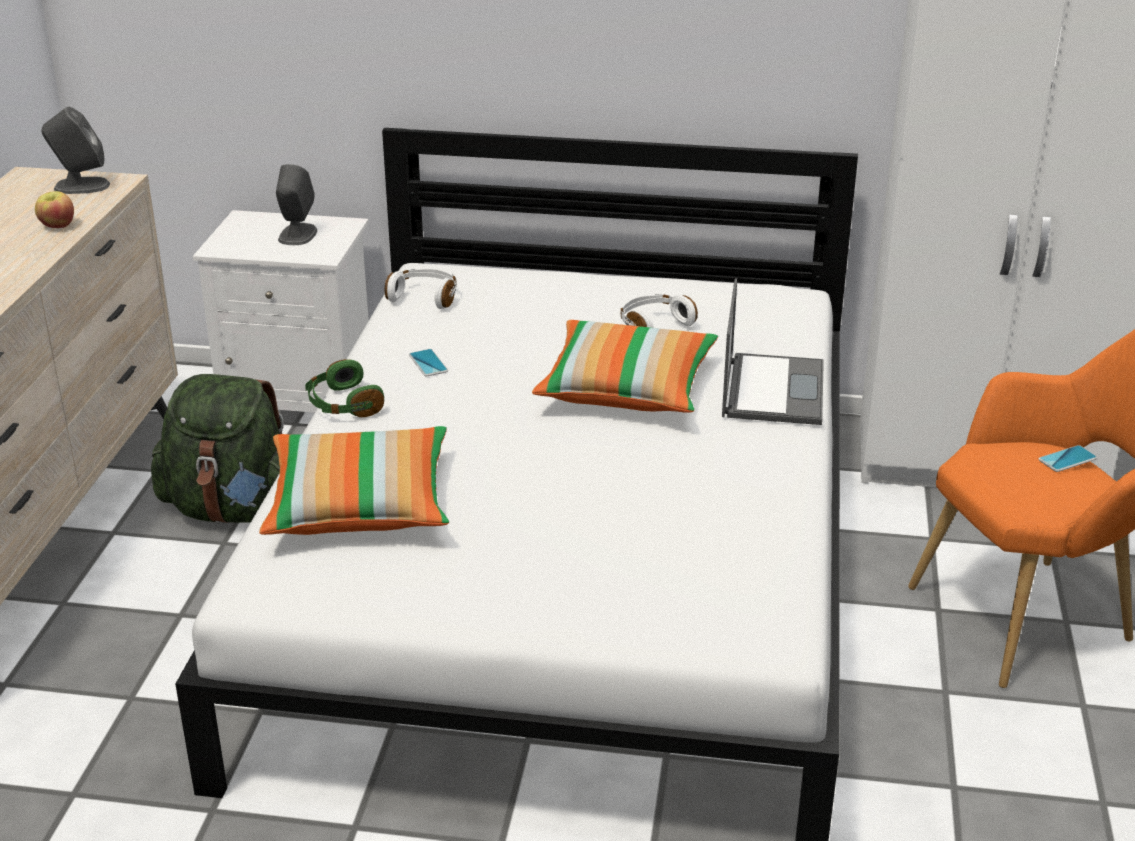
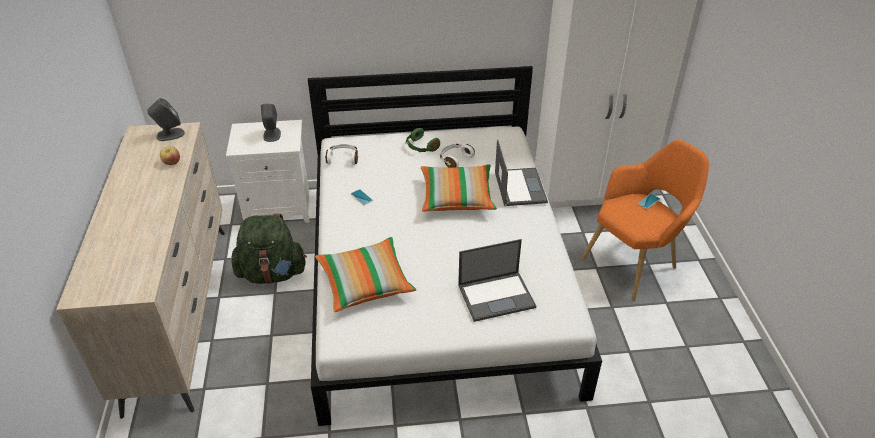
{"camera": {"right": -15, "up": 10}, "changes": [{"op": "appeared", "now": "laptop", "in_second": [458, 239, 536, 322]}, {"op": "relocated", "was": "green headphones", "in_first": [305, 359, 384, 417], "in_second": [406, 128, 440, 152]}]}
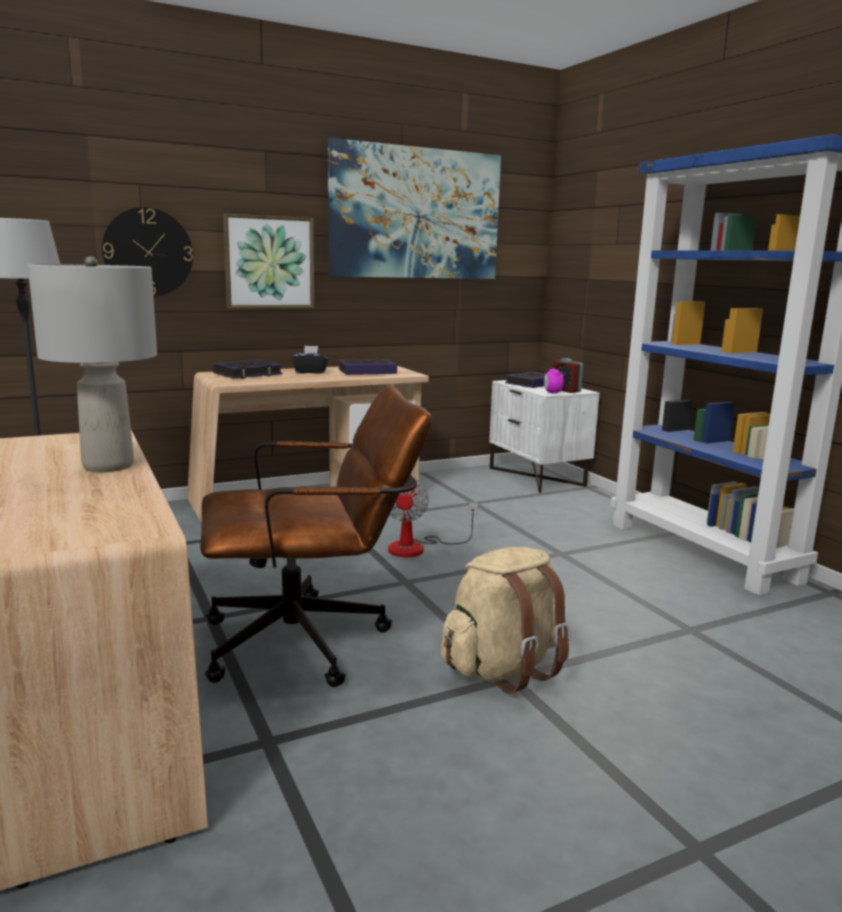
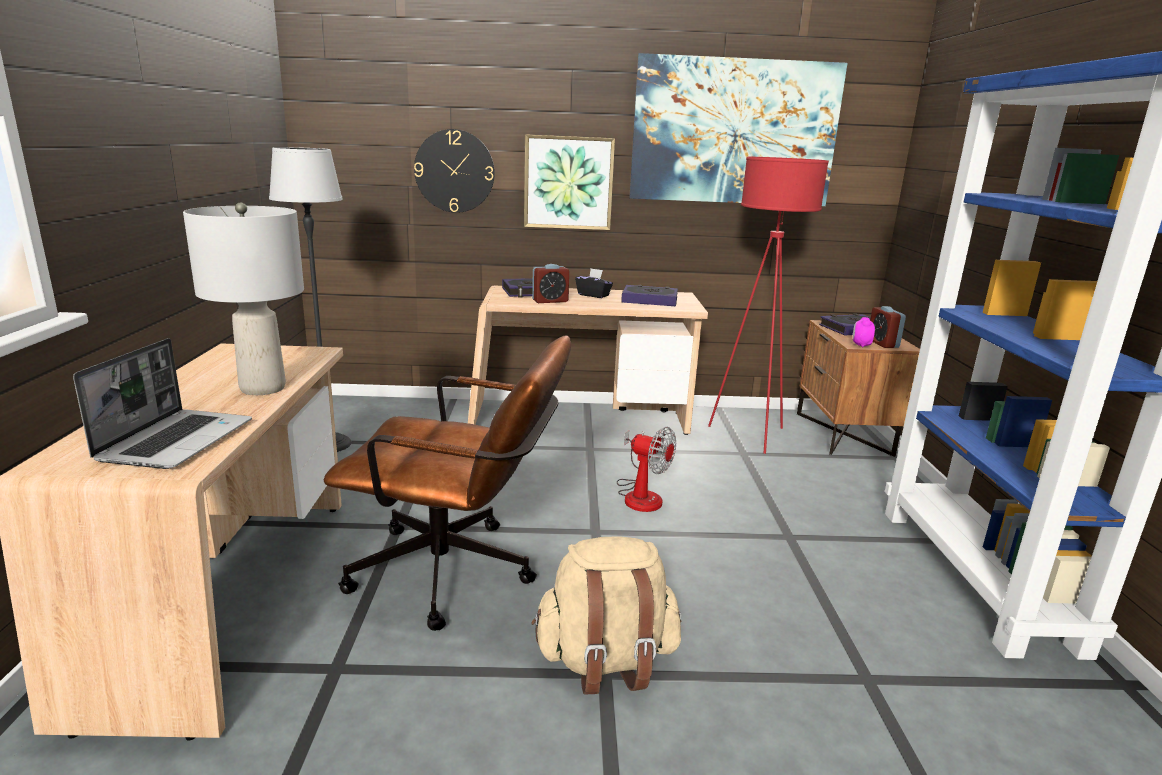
{"camera": {"right": 25, "up": 5}, "changes": [{"op": "appeared", "now": "laptop", "in_second": [73, 338, 252, 469]}, {"op": "appeared", "now": "alarm clock", "in_second": [532, 264, 569, 303]}, {"op": "appeared", "now": "red floor lamp", "in_second": [708, 157, 829, 454]}, {"op": "colour", "was": "white nightstand", "now": "brown nightstand", "in_first": [489, 380, 599, 493], "in_second": [797, 320, 920, 457]}, {"op": "spun", "was": "fan", "in_first": [388, 480, 478, 557], "in_second": [617, 427, 676, 512], "clockwise": -90}]}
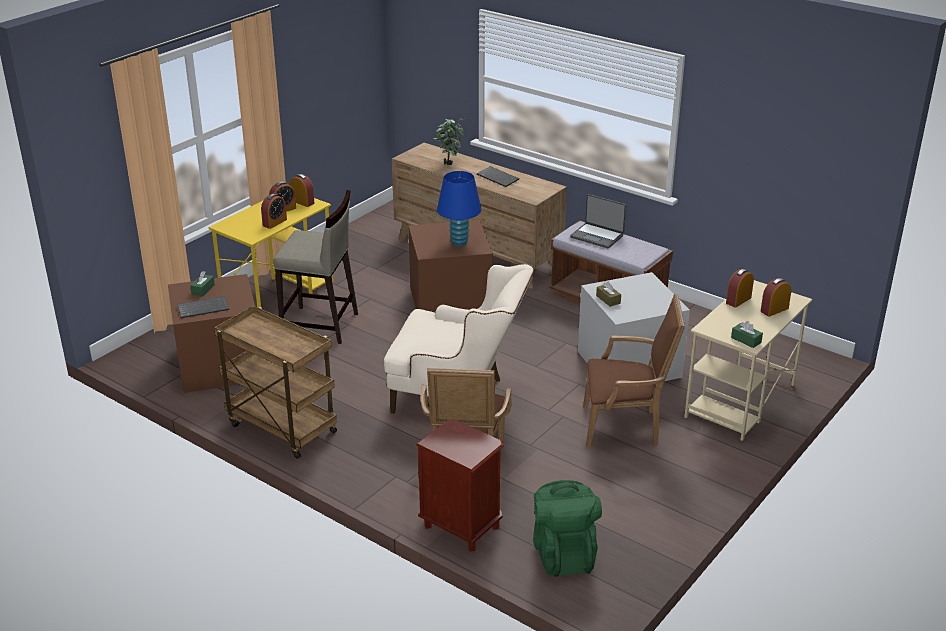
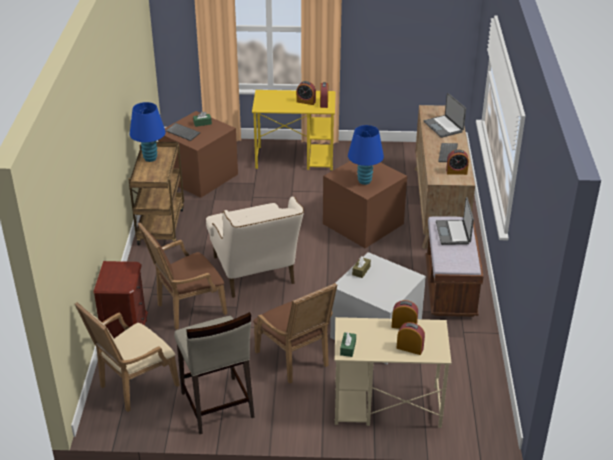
{"camera": {"right": 55, "up": 5}, "changes": [{"op": "appeared", "now": "blue table lamp", "in_second": [130, 102, 166, 162]}, {"op": "relocated", "was": "alarm clock", "in_first": [261, 194, 287, 229], "in_second": [446, 149, 469, 175]}, {"op": "relocated", "was": "beige stool", "in_first": [273, 190, 358, 344], "in_second": [174, 312, 255, 434]}, {"op": "exchanged", "was": "potted plant", "now": "laptop", "in_first": [433, 119, 464, 165], "in_second": [424, 93, 466, 138]}, {"op": "exchanged", "was": "green backpack", "now": "beige armchair", "in_first": [533, 480, 602, 577], "in_second": [75, 302, 180, 412]}]}
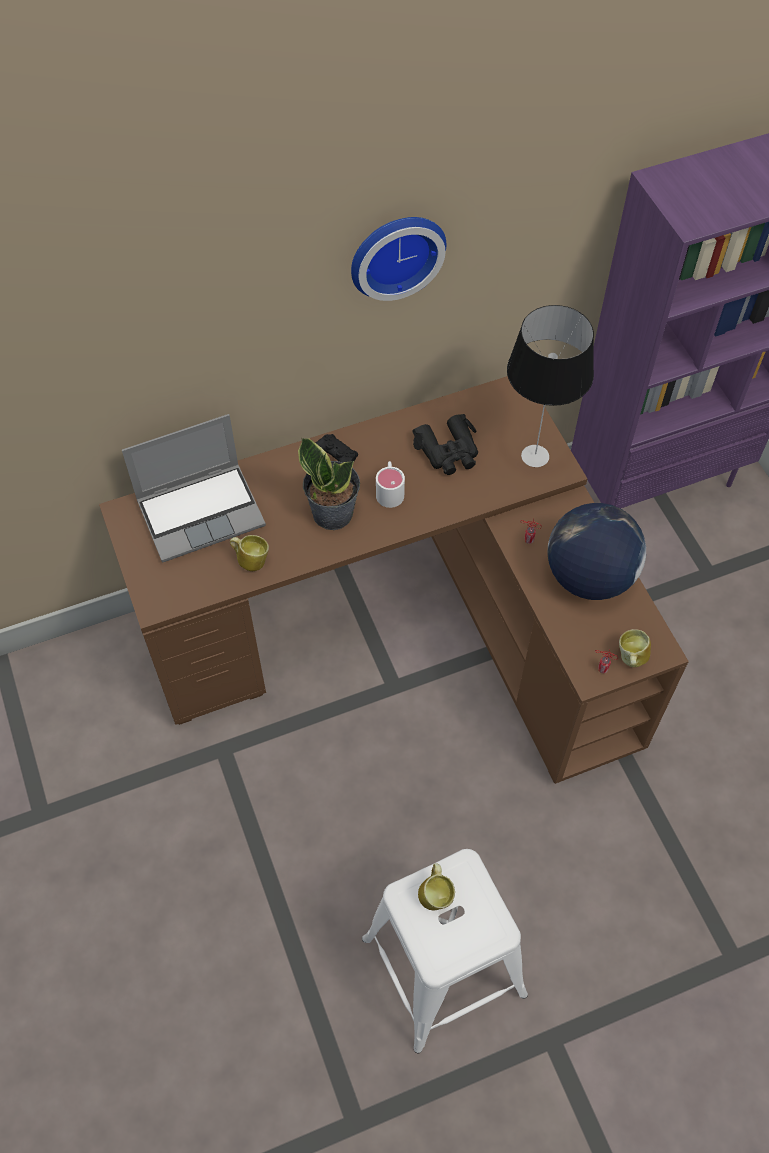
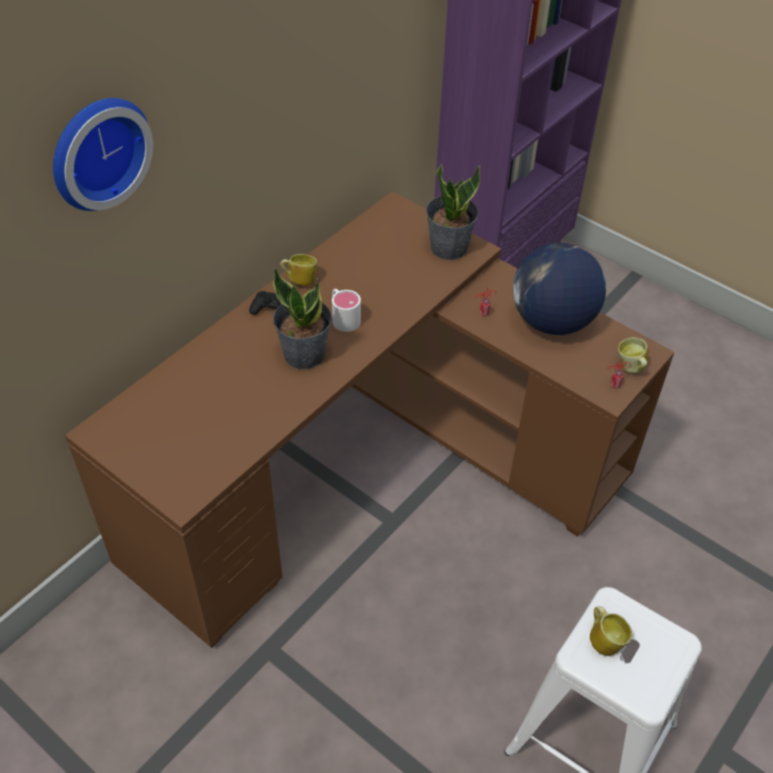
{"camera": {"right": -30, "up": -10}, "changes": [{"op": "missing", "was": "laptop", "in_first": [122, 414, 266, 563]}, {"op": "missing", "was": "black binoculars", "in_first": [412, 414, 478, 475]}, {"op": "relocated", "was": "mug", "in_first": [230, 535, 269, 571], "in_second": [280, 254, 317, 286]}, {"op": "relocated", "was": "wall clock", "in_first": [351, 217, 447, 301], "in_second": [53, 98, 153, 211]}, {"op": "exchanged", "was": "table lamp", "now": "potted plant", "in_first": [507, 305, 594, 467], "in_second": [426, 164, 481, 260]}]}
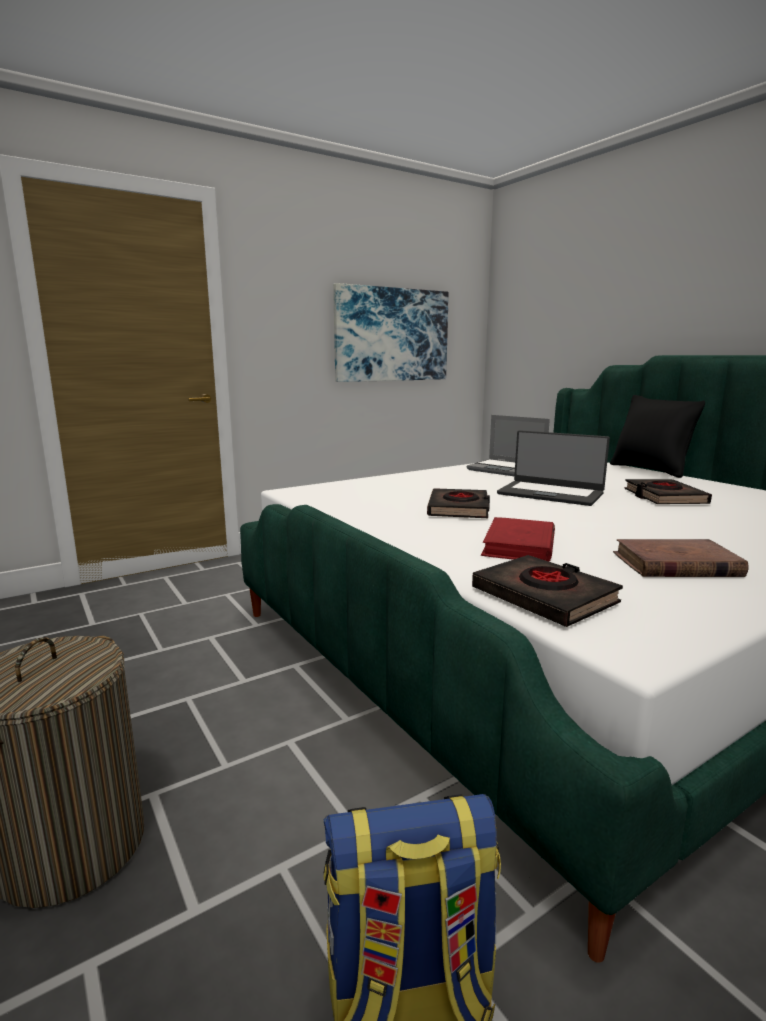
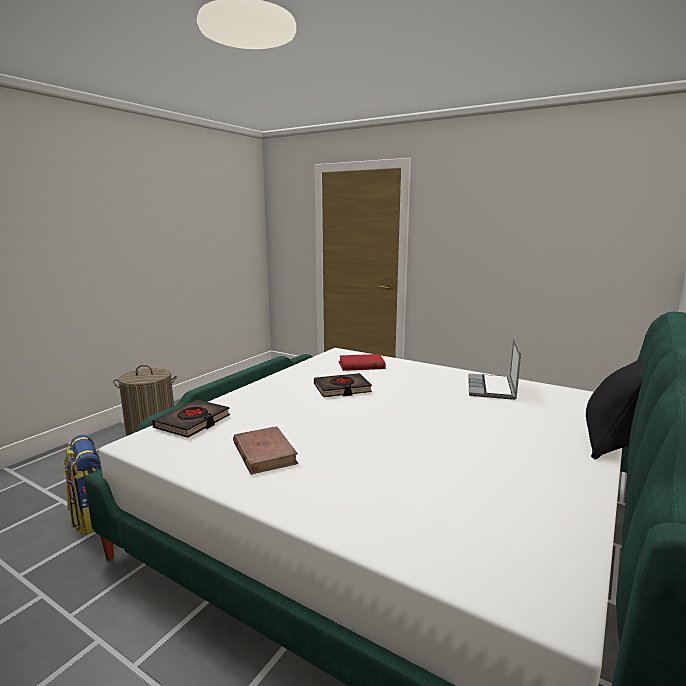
{"camera": {"right": 65, "up": 0}, "changes": [{"op": "missing", "was": "picture", "in_first": [333, 283, 449, 382]}, {"op": "missing", "was": "laptop", "in_first": [497, 430, 610, 506]}, {"op": "missing", "was": "black book", "in_first": [624, 479, 712, 504]}, {"op": "relocated", "was": "red book", "in_first": [481, 517, 555, 562], "in_second": [339, 354, 386, 371]}]}
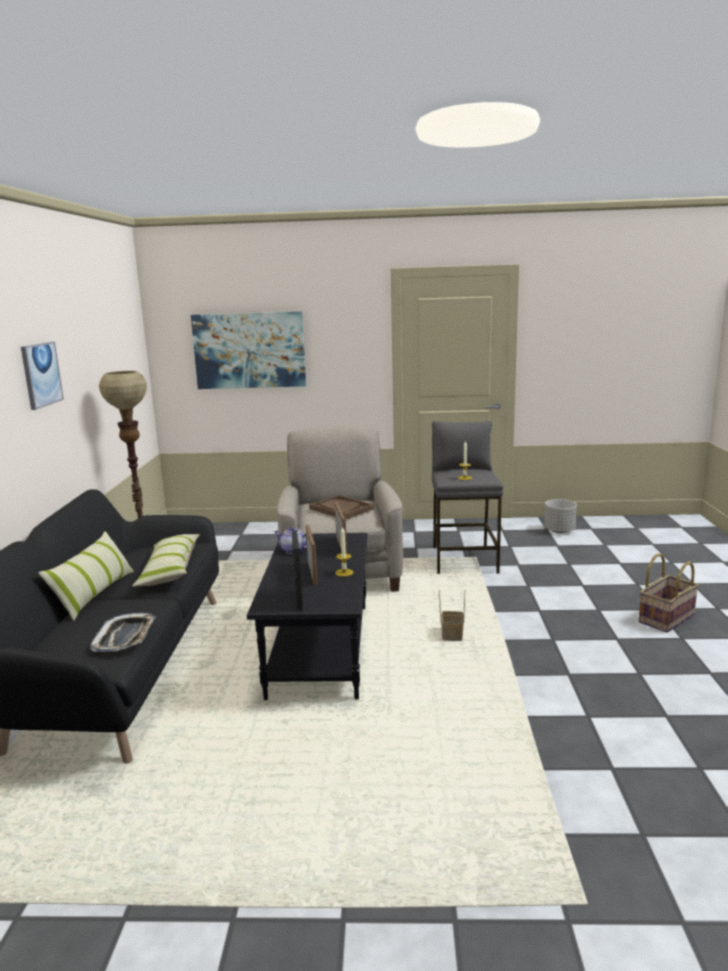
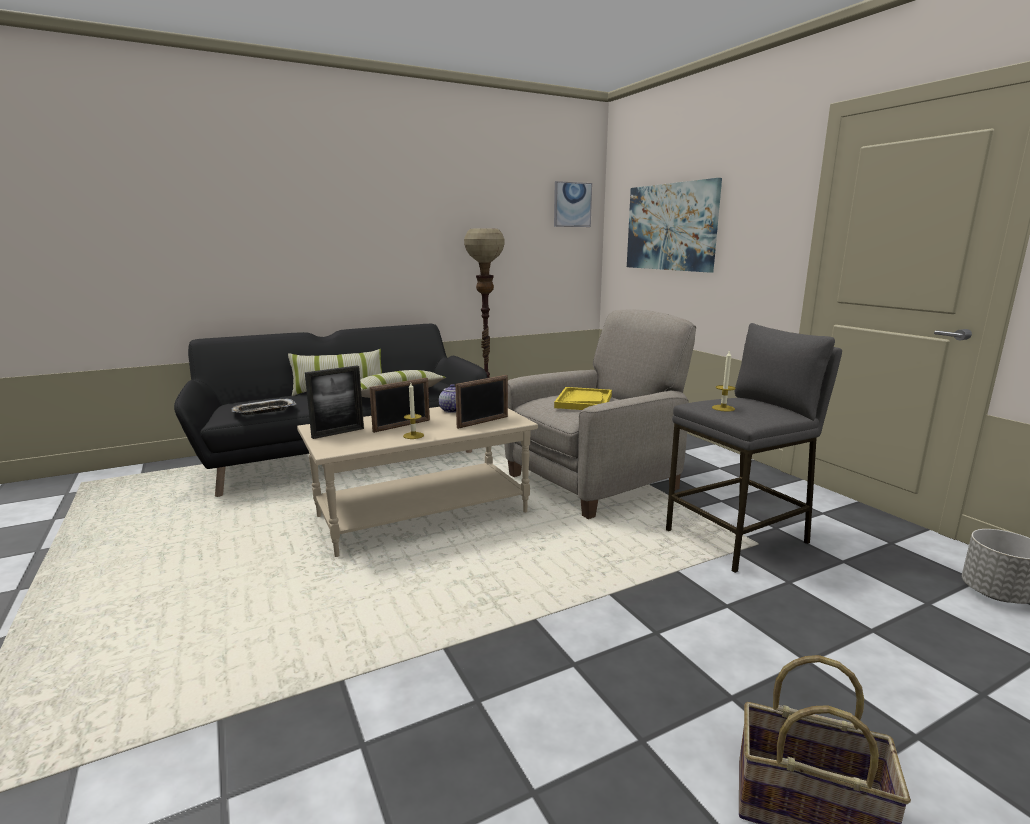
{"camera": {"right": 60, "up": 0}, "changes": [{"op": "missing", "was": "basket", "in_first": [439, 590, 465, 641]}, {"op": "relocated", "was": "picture", "in_first": [21, 341, 64, 410], "in_second": [554, 181, 592, 227]}, {"op": "colour", "was": "black coffee table", "now": "beige coffee table", "in_first": [247, 533, 368, 700], "in_second": [297, 407, 538, 557]}, {"op": "colour", "was": "brown tray", "now": "yellow tray", "in_first": [309, 495, 374, 519], "in_second": [554, 387, 612, 410]}]}
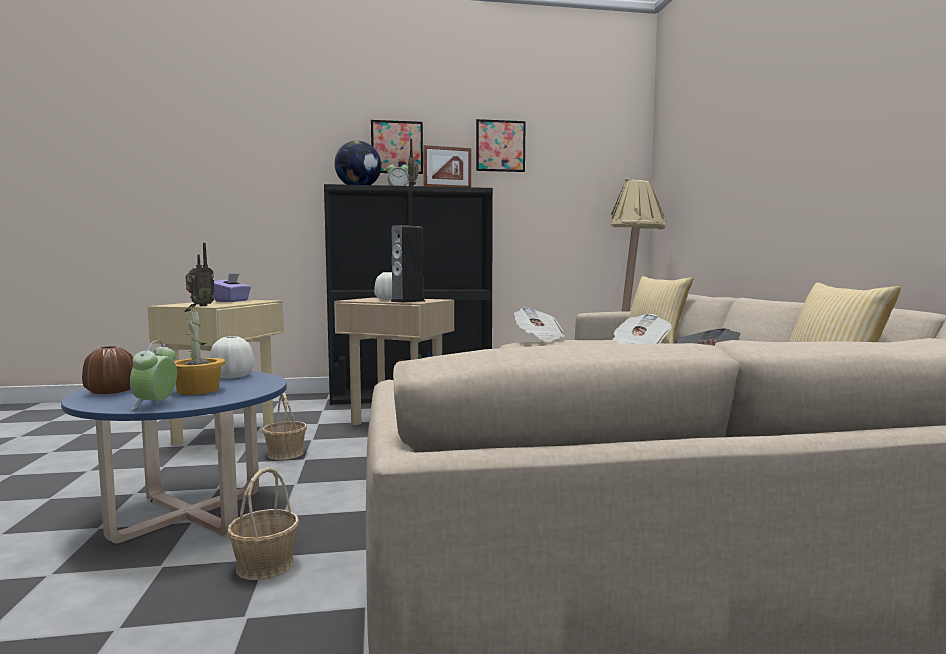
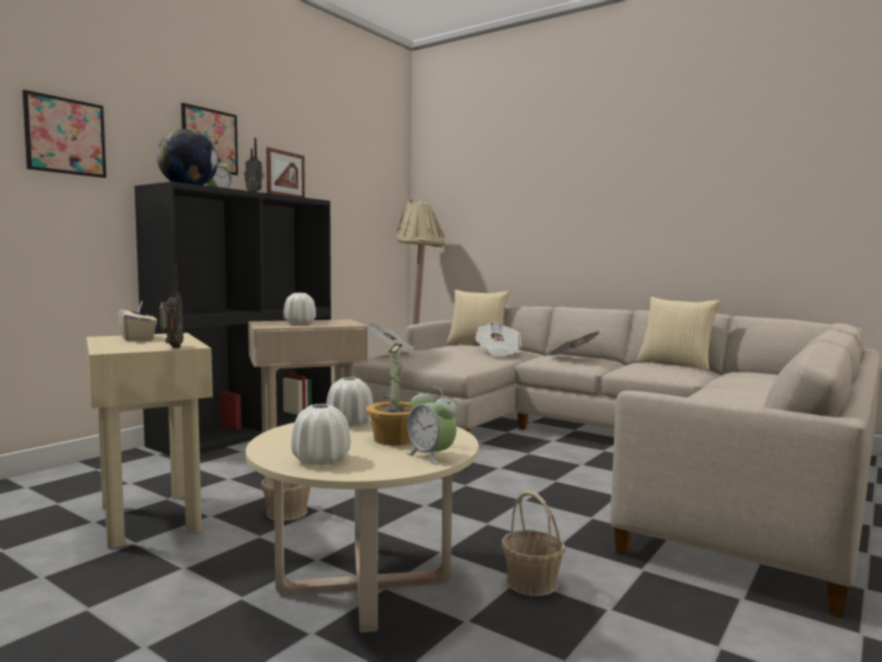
{"camera": {"right": -45, "up": 0}, "changes": [{"op": "missing", "was": "speaker", "in_first": [390, 225, 425, 303]}, {"op": "relocated", "was": "picture", "in_first": [476, 119, 526, 172], "in_second": [22, 90, 106, 178]}, {"op": "colour", "was": "blue coffee table", "now": "beige coffee table", "in_first": [61, 371, 287, 543], "in_second": [246, 417, 479, 633]}, {"op": "colour", "was": "brown vase", "now": "white vase", "in_first": [82, 346, 133, 394], "in_second": [291, 404, 351, 465]}, {"op": "colour", "was": "purple tissue box", "now": "beige tissue box", "in_first": [214, 273, 251, 302], "in_second": [118, 301, 157, 341]}]}
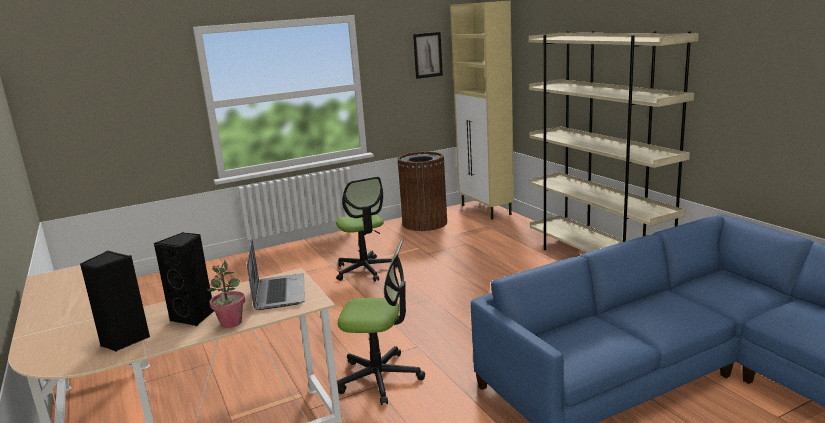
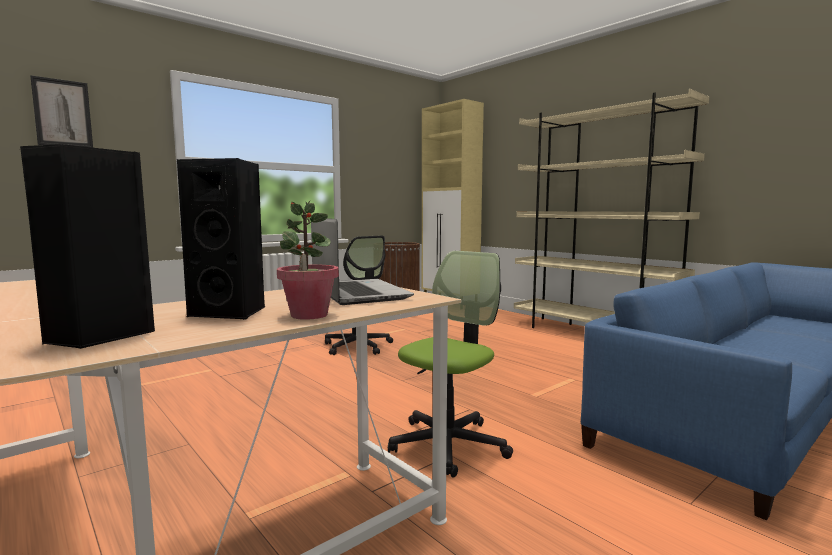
{"camera": {"right": -15, "up": -10}, "changes": [{"op": "relocated", "was": "picture", "in_first": [413, 32, 443, 79], "in_second": [30, 75, 93, 148]}, {"op": "spun", "was": "office chair", "in_first": [337, 239, 425, 405], "in_second": [388, 251, 513, 478], "clockwise": -45}]}
